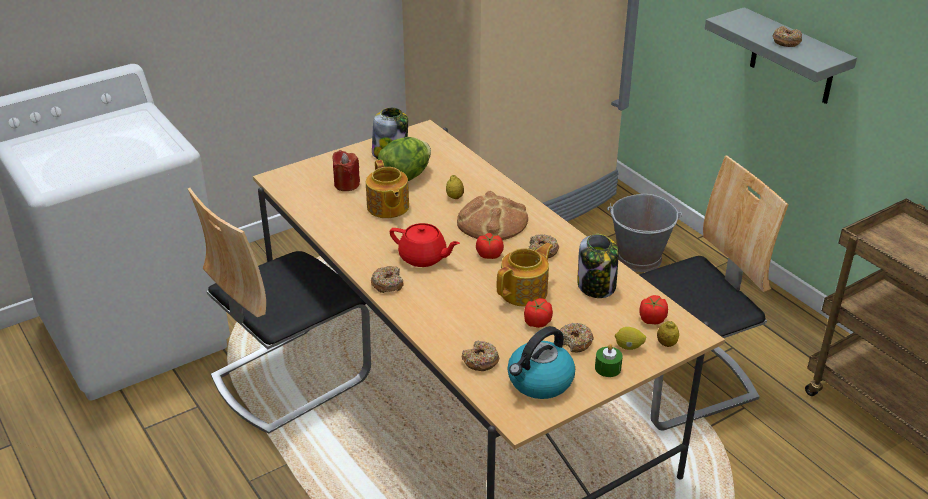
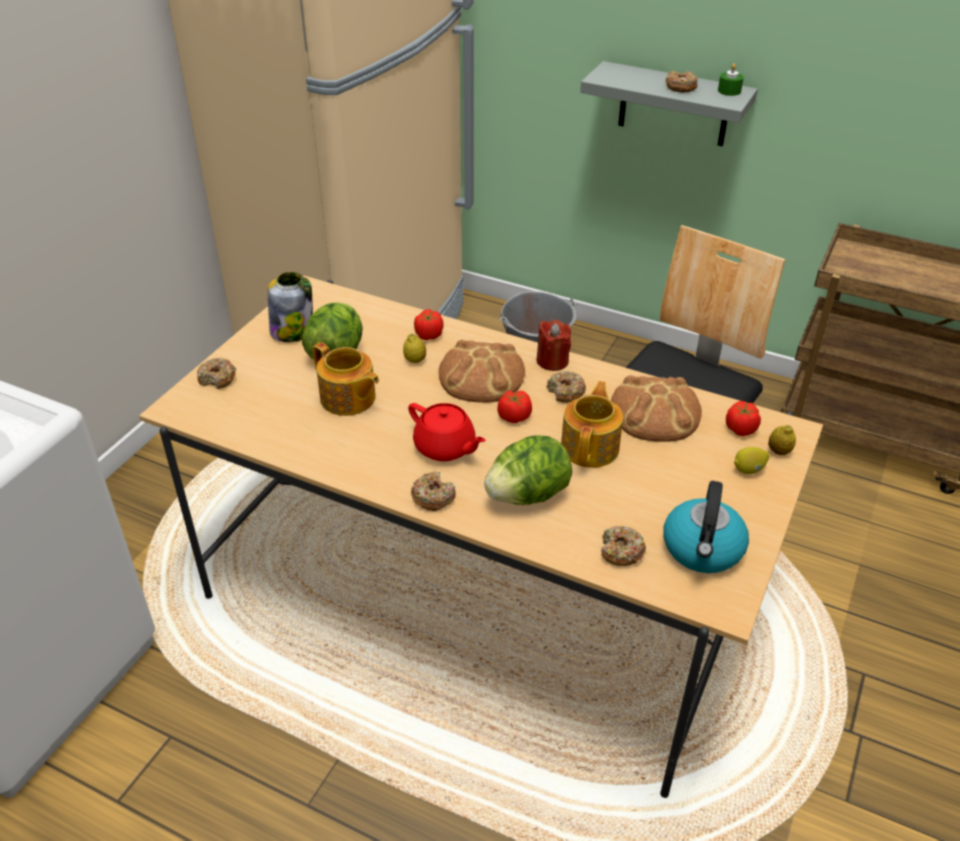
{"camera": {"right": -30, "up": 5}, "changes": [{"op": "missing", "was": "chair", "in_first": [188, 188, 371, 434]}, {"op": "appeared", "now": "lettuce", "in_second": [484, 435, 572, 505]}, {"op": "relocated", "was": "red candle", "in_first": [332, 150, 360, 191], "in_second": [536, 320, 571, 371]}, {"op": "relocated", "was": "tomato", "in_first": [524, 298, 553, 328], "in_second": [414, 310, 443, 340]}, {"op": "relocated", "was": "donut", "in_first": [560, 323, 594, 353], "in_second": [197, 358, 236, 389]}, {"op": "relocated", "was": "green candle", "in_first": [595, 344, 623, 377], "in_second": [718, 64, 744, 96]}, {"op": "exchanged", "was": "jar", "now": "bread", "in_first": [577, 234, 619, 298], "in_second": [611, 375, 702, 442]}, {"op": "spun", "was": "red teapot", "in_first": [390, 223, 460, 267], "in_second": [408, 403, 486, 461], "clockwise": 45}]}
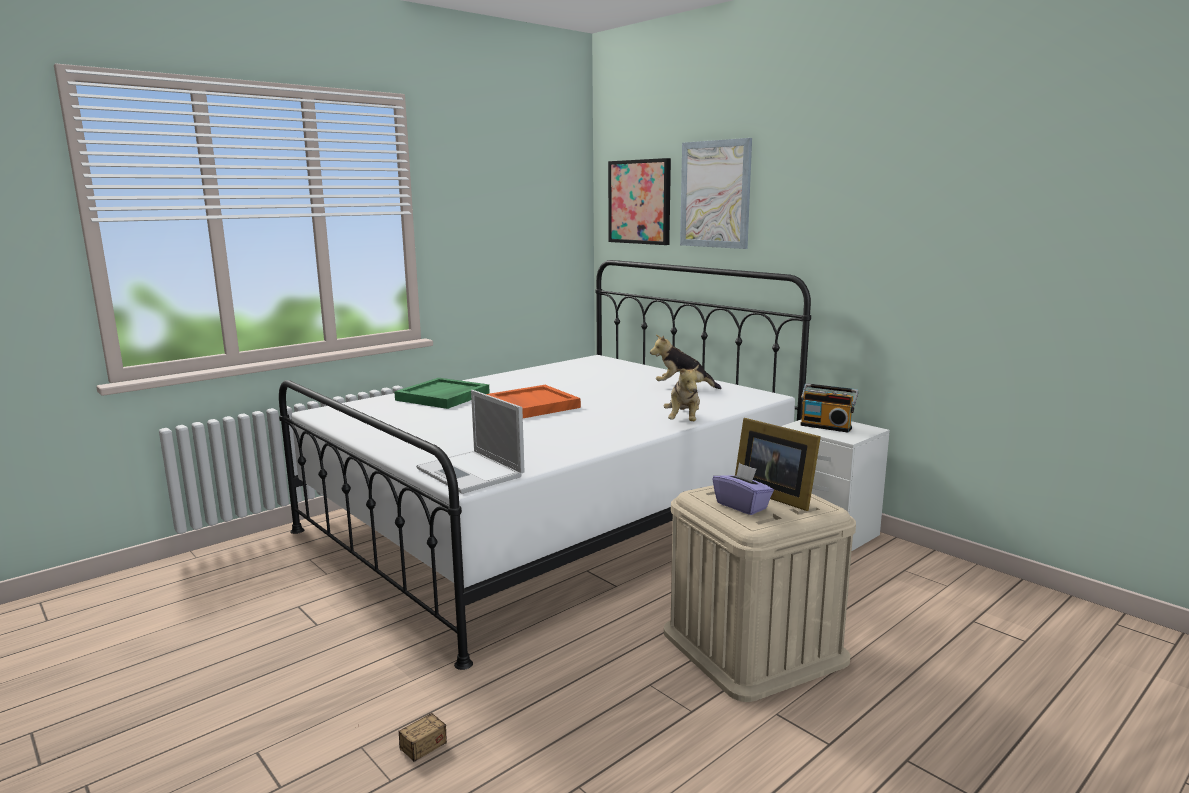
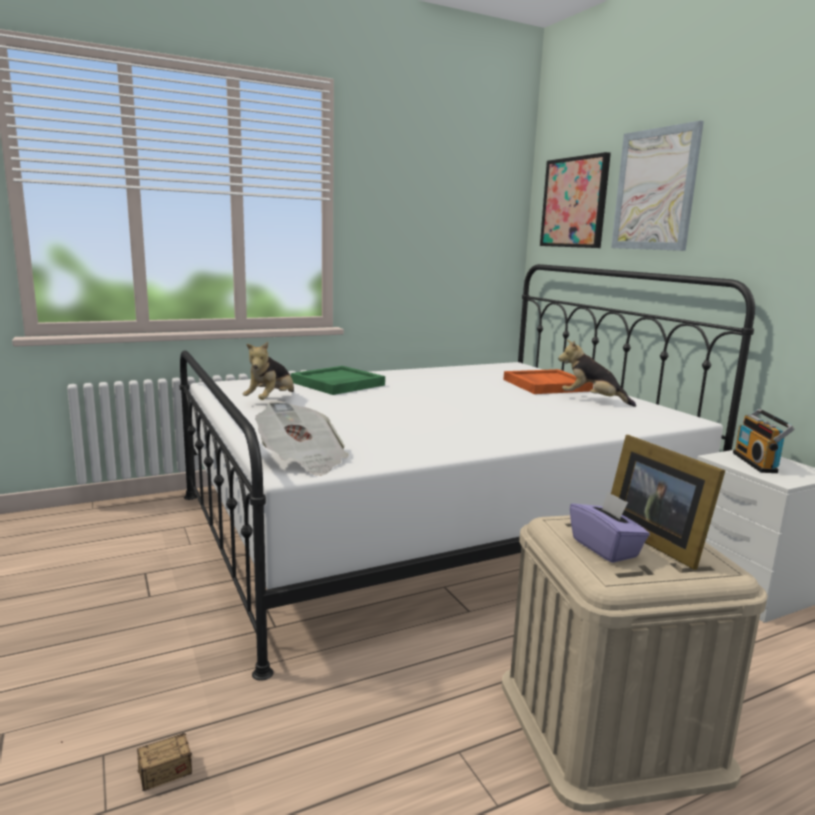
{"camera": {"right": 15, "up": 0}, "changes": [{"op": "relocated", "was": "orange tray", "in_first": [486, 385, 581, 418], "in_second": [503, 369, 593, 394]}, {"op": "relocated", "was": "plush toy", "in_first": [664, 364, 700, 421], "in_second": [242, 342, 294, 400]}, {"op": "exchanged", "was": "laptop", "now": "newspaper", "in_first": [416, 390, 524, 494], "in_second": [255, 401, 349, 476]}, {"op": "spun", "was": "radio", "in_first": [800, 383, 858, 432], "in_second": [733, 409, 795, 473], "clockwise": 45}]}
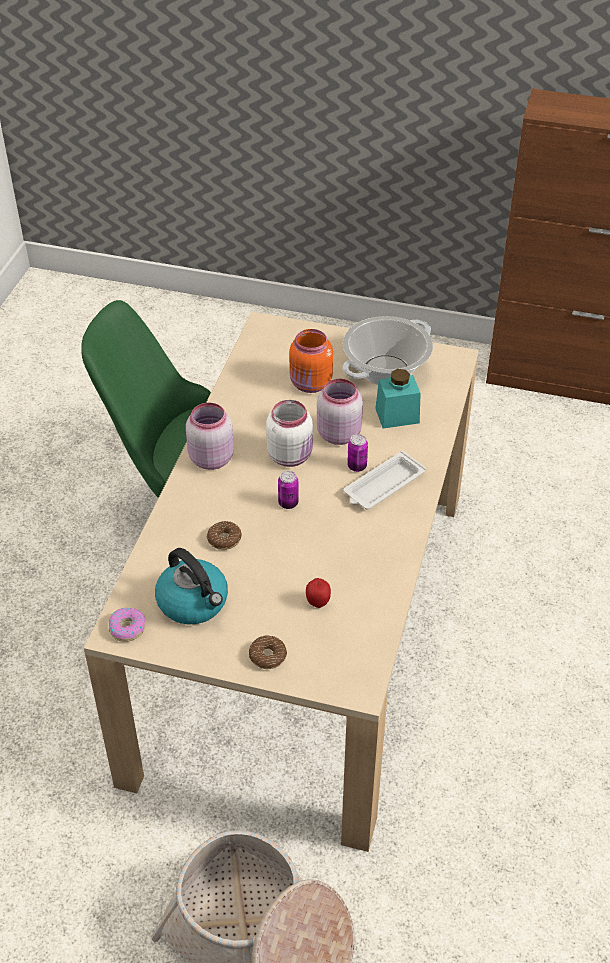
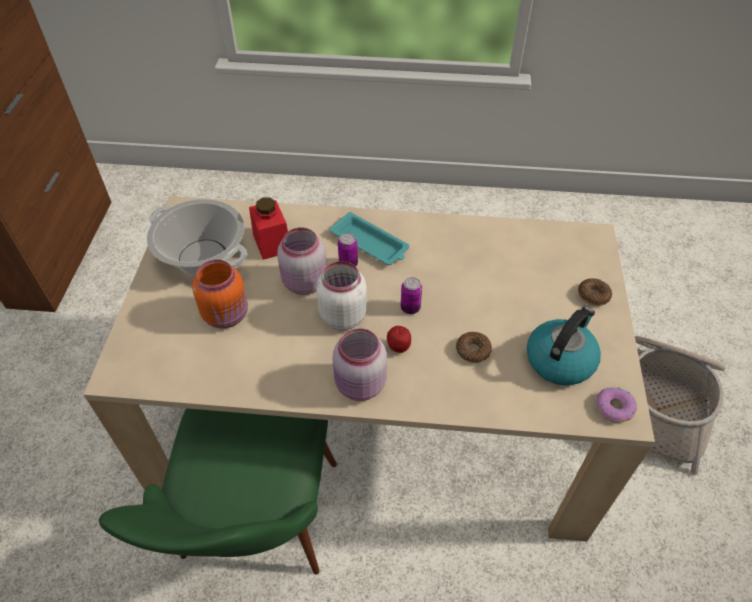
{"camera": {"right": -100, "up": 5}, "changes": [{"op": "relocated", "was": "apple", "in_first": [306, 578, 331, 608], "in_second": [387, 326, 411, 353]}, {"op": "colour", "was": "white tray", "now": "turquoise tray", "in_first": [344, 451, 426, 509], "in_second": [330, 212, 409, 265]}, {"op": "colour", "was": "turquoise jar", "now": "red jar", "in_first": [375, 369, 421, 428], "in_second": [249, 198, 288, 260]}]}
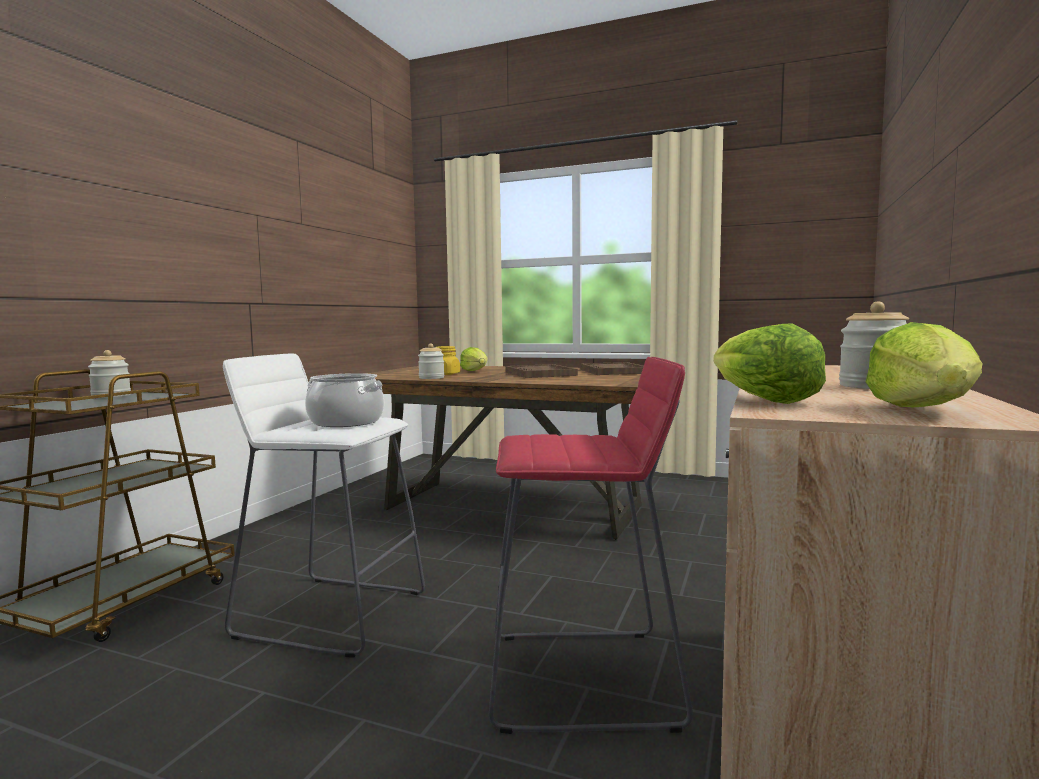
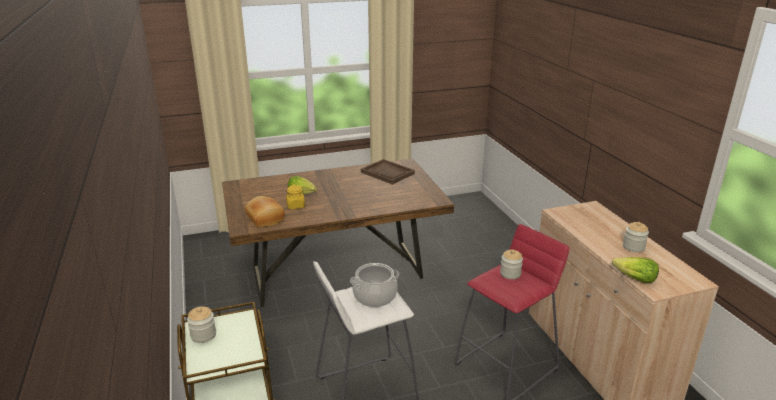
{"camera": {"right": -40, "up": 20}, "changes": [{"op": "missing", "was": "brown tray", "in_first": [506, 364, 578, 378]}, {"op": "missing", "was": "lettuce", "in_first": [866, 322, 983, 408]}, {"op": "appeared", "now": "bread", "in_second": [245, 196, 285, 227]}, {"op": "relocated", "was": "jar", "in_first": [418, 343, 444, 379], "in_second": [500, 250, 523, 279]}]}
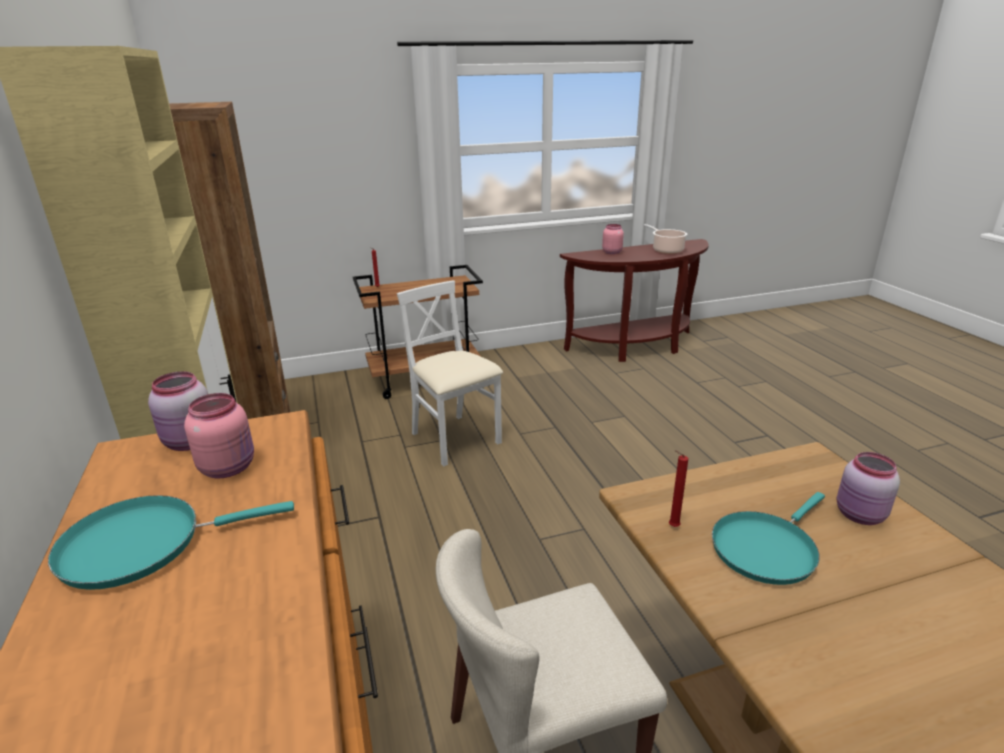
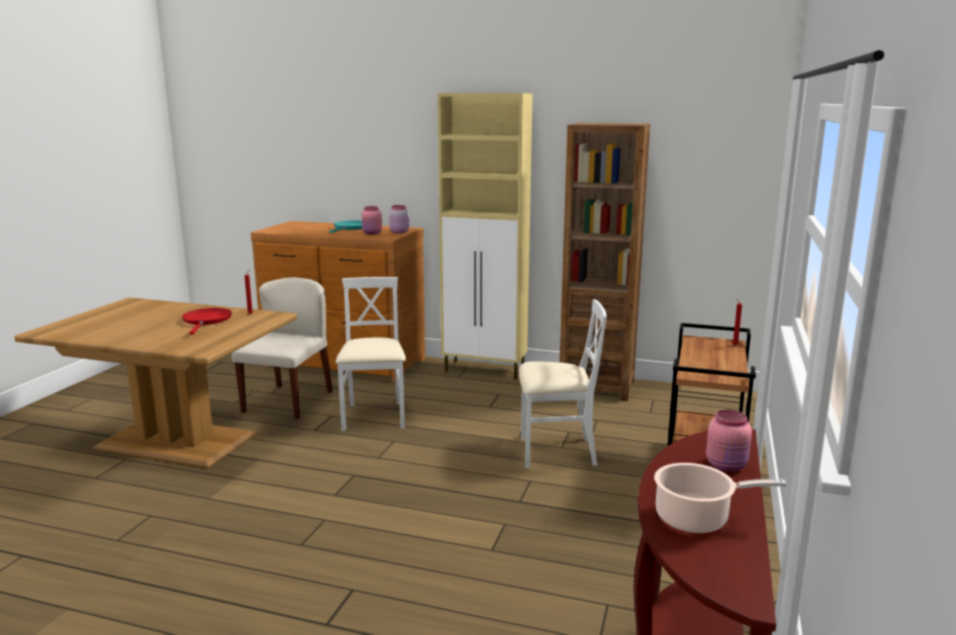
{"camera": {"right": 125, "up": -10}, "changes": [{"op": "missing", "was": "pink jar", "in_first": [837, 452, 900, 525]}, {"op": "appeared", "now": "white chair", "in_second": [336, 277, 406, 431]}, {"op": "colour", "was": "turquoise frying pan", "now": "red frying pan", "in_first": [712, 492, 825, 585], "in_second": [182, 308, 232, 335]}]}
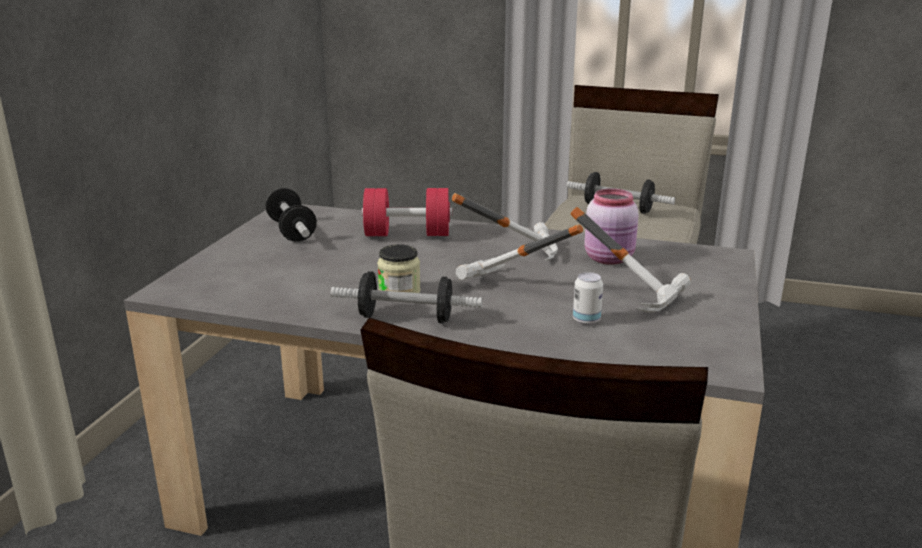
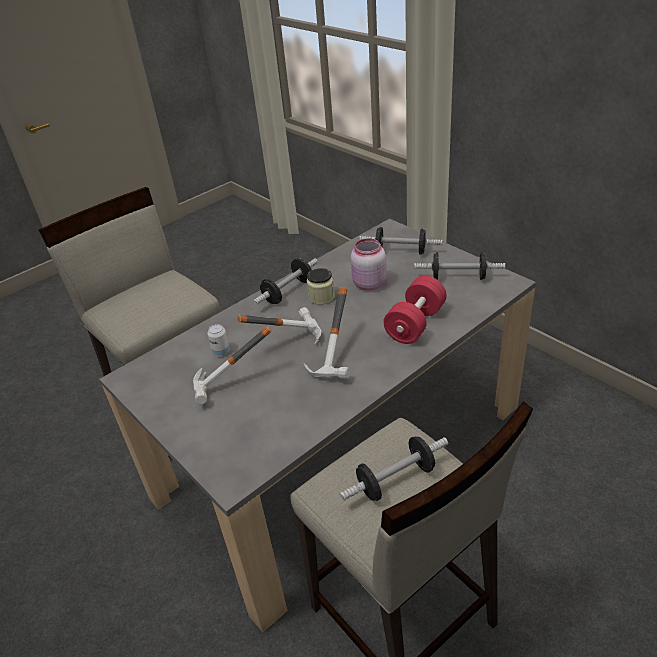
{"camera": {"right": 125, "up": 15}, "changes": [{"op": "appeared", "now": "dumbbell", "in_second": [359, 227, 443, 255]}, {"op": "relocated", "was": "pink jar", "in_first": [584, 188, 639, 265], "in_second": [351, 238, 386, 291]}]}
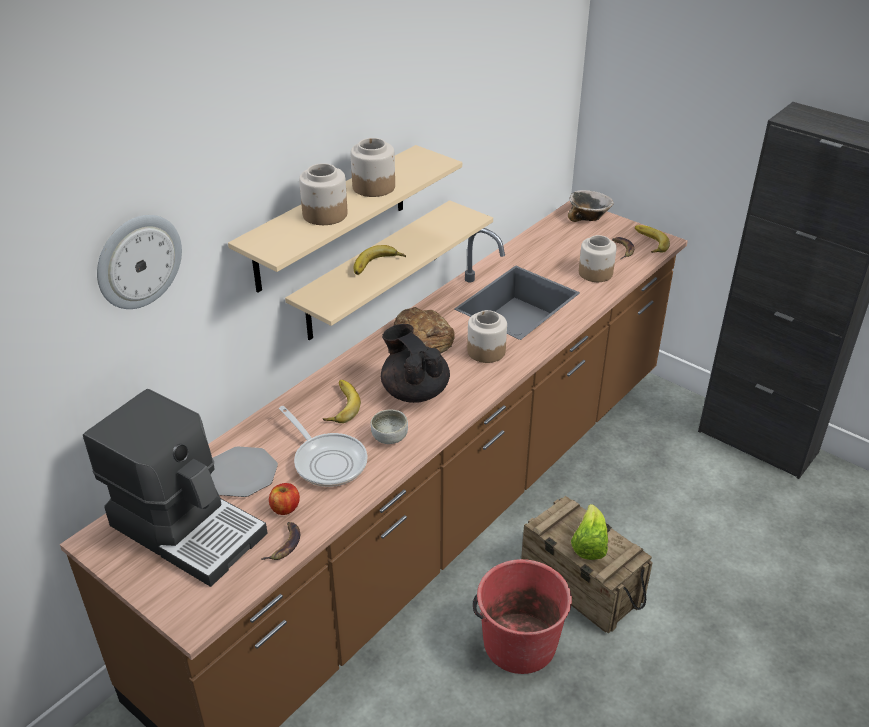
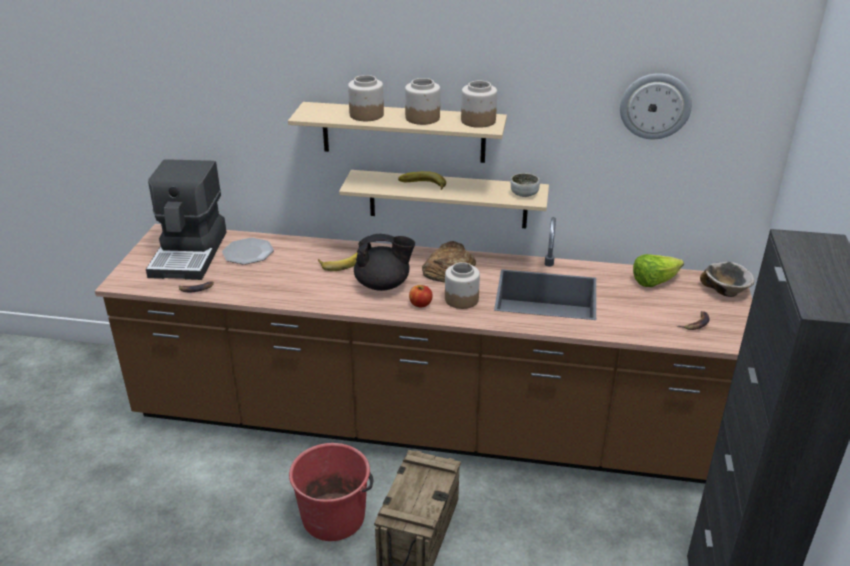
{"camera": {"right": 60, "up": -5}, "changes": [{"op": "missing", "was": "frying pan", "in_first": [279, 406, 368, 487]}, {"op": "missing", "was": "banana", "in_first": [635, 225, 670, 253]}, {"op": "relocated", "was": "wall clock", "in_first": [97, 215, 182, 309], "in_second": [620, 73, 692, 139]}, {"op": "relocated", "was": "apple", "in_first": [269, 483, 300, 515], "in_second": [409, 285, 433, 307]}, {"op": "relocated", "was": "bowl", "in_first": [370, 410, 408, 444], "in_second": [511, 173, 540, 197]}, {"op": "relocated", "was": "lettuce", "in_first": [571, 504, 608, 560], "in_second": [633, 254, 684, 287]}, {"op": "relocated", "was": "jar", "in_first": [579, 235, 617, 282], "in_second": [461, 81, 497, 128]}, {"op": "spun", "was": "black teapot", "in_first": [381, 324, 450, 403], "in_second": [354, 234, 415, 291], "clockwise": 60}]}
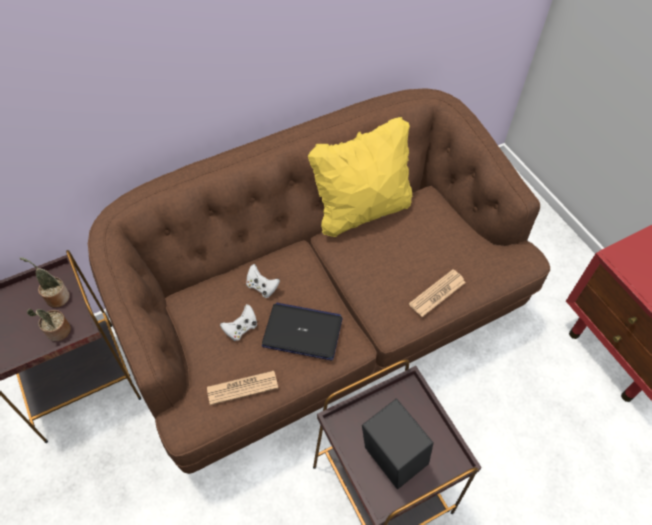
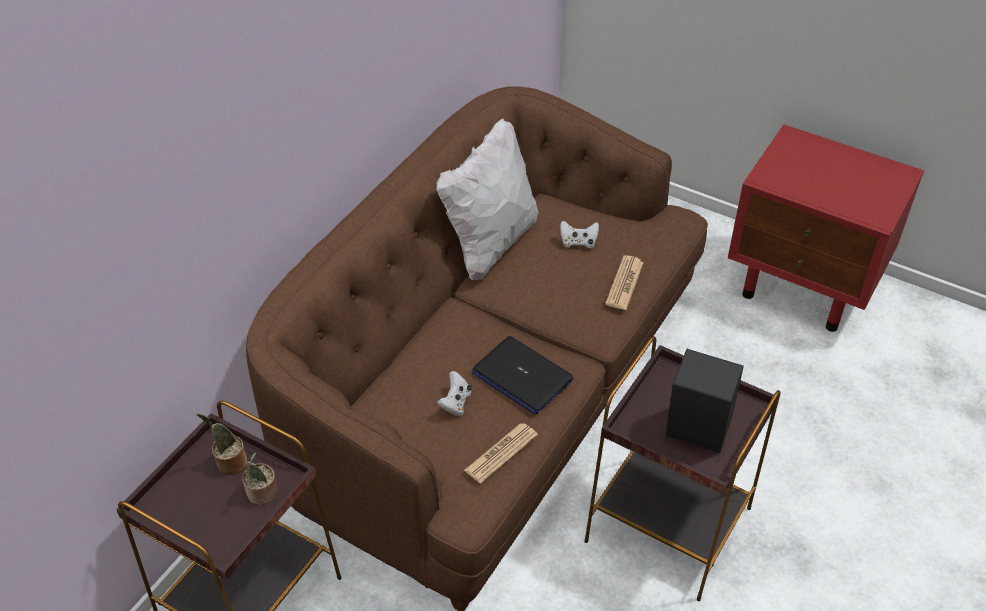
{"camera": {"right": -30, "up": -10}, "changes": [{"op": "relocated", "was": "white game controller", "in_first": [246, 264, 280, 298], "in_second": [560, 221, 599, 248]}, {"op": "colour", "was": "yellow pillow", "now": "white pillow", "in_first": [308, 117, 412, 237], "in_second": [436, 118, 539, 280]}, {"op": "spun", "was": "laptop", "in_first": [262, 302, 343, 360], "in_second": [472, 336, 574, 414], "clockwise": -120}]}
